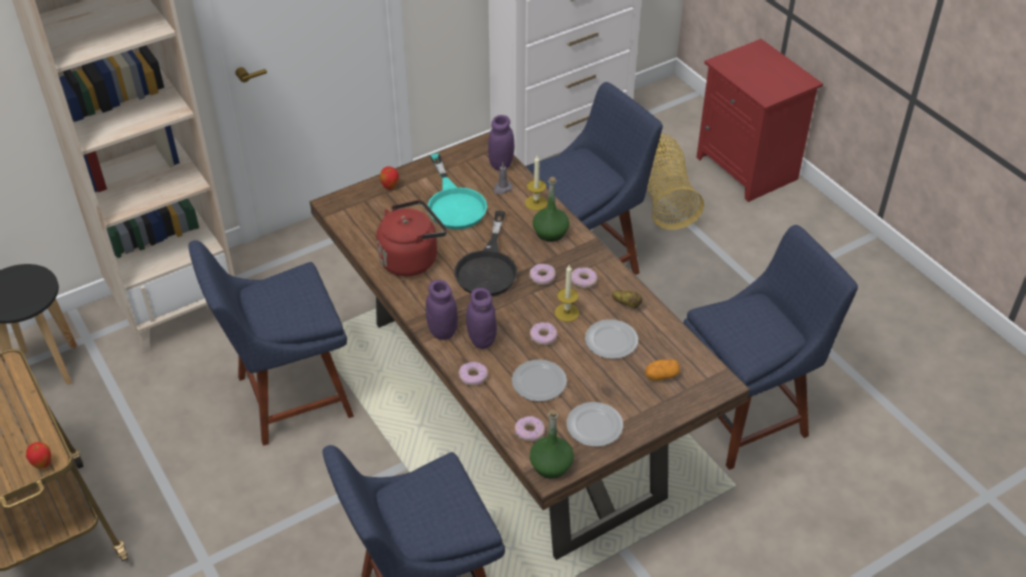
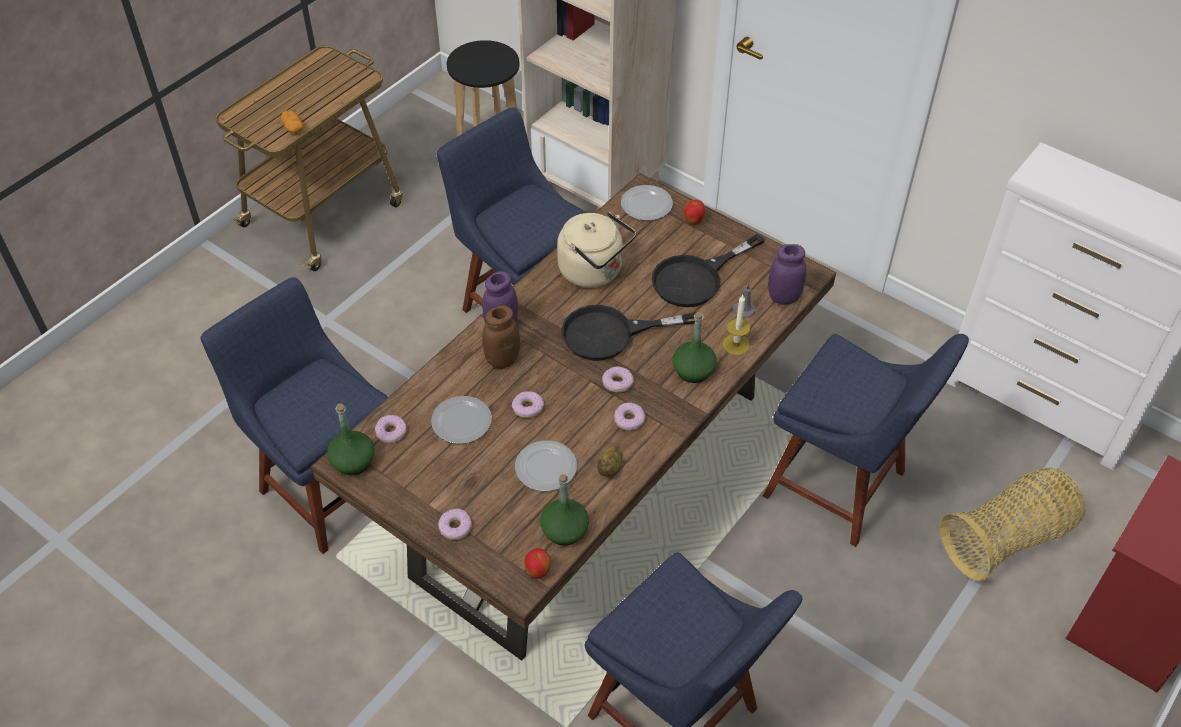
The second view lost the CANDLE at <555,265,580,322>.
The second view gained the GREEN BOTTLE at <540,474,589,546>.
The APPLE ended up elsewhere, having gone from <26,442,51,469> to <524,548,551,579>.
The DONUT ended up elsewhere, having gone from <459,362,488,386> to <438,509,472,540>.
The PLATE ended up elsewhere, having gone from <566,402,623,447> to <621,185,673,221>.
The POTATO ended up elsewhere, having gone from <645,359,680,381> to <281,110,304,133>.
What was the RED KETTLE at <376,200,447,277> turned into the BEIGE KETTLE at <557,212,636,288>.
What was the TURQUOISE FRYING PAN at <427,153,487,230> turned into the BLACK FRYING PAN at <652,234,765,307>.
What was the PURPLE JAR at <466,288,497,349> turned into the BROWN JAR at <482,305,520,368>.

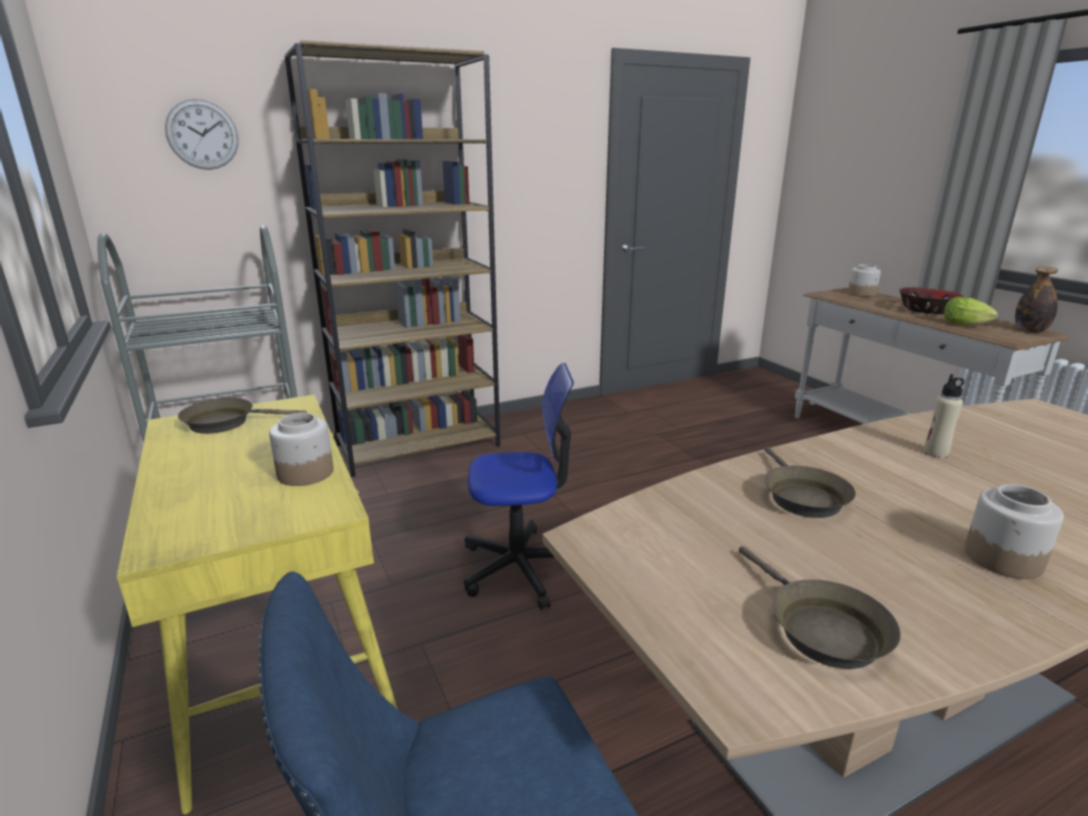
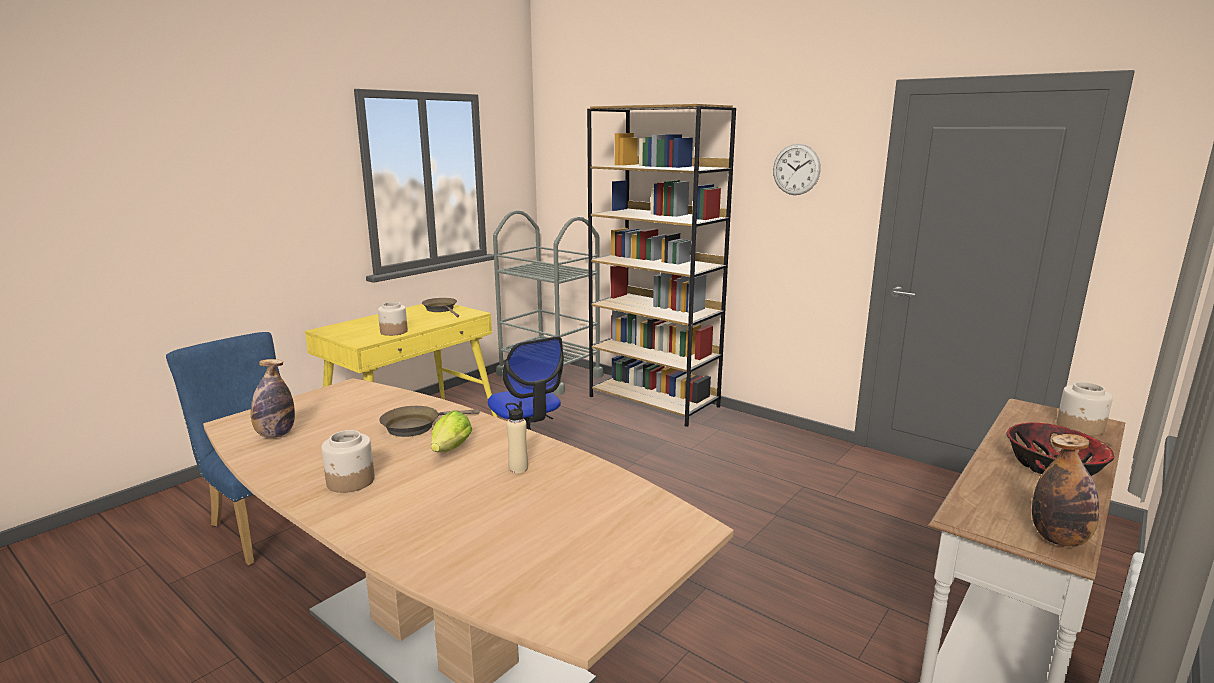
The WALL CLOCK ended up elsewhere, having gone from <165,99,239,170> to <773,144,821,195>.
The LETTUCE ended up elsewhere, having gone from <944,297,998,326> to <431,410,472,452>.
Where the BROWN FRYING PAN stood at <739,546,901,669>, the BOTTLE came to stand at <251,359,295,438>.

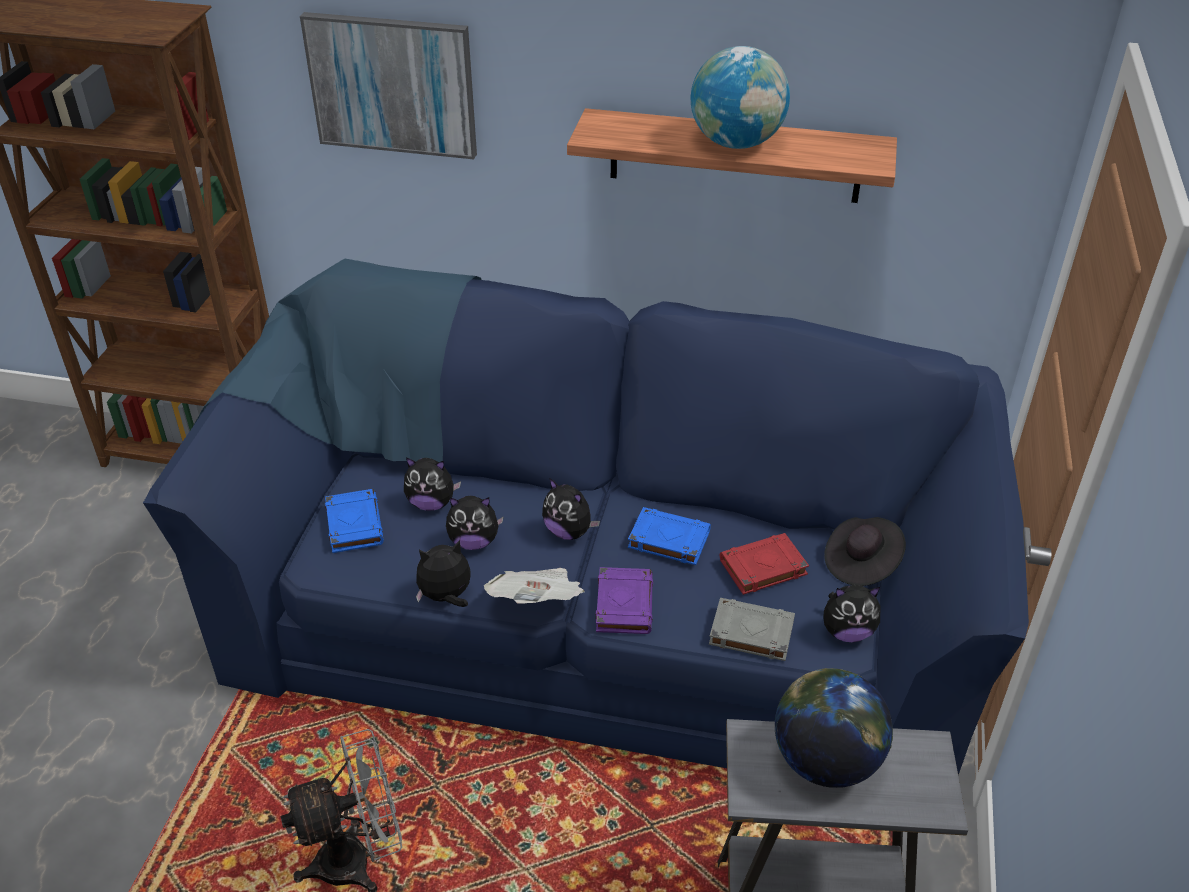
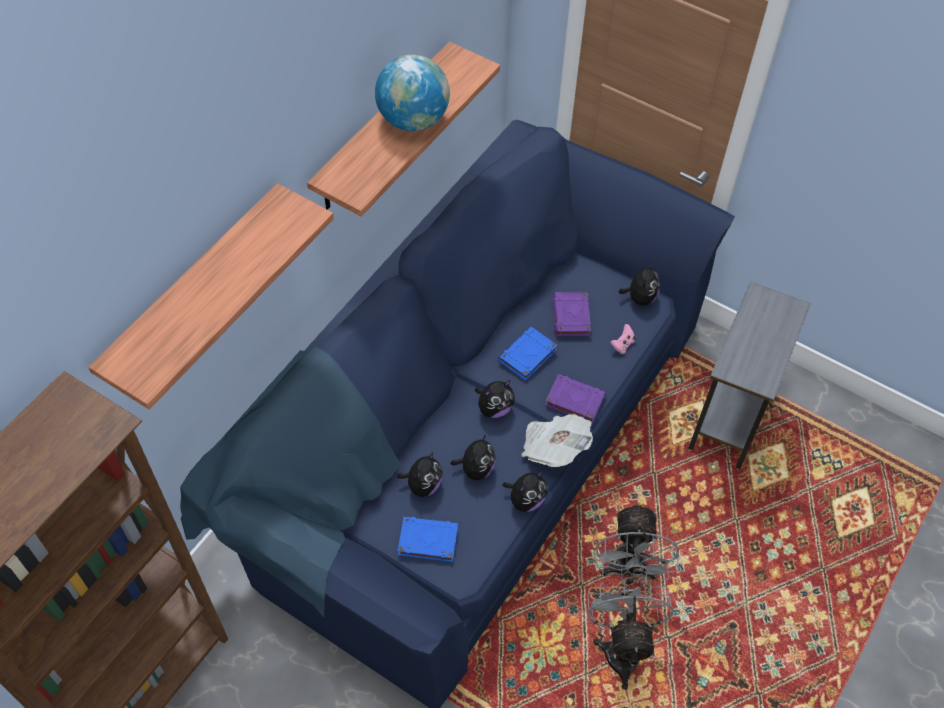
The second view lost the GLOBE at <775,668,893,788>.
The second view lost the BLACK HAT at <824,517,906,586>.
The second view gained the GREY FAN at <596,502,679,585>.
Where the PICTURE hung at <300,12,477,159>, the SHELF came to hang at <88,183,334,410>.
Where the GREY BOOK stood at <709,598,795,661>, the PINK GAME CONTROLLER came to stand at <610,324,636,354>.
What was the RED BOOK at <720,533,809,595> turned into the PURPLE BOOK at <553,292,591,336>.
The PLUSH TOY at <416,540,471,607> ended up facing another way, 135 degrees counterclockwise from before.

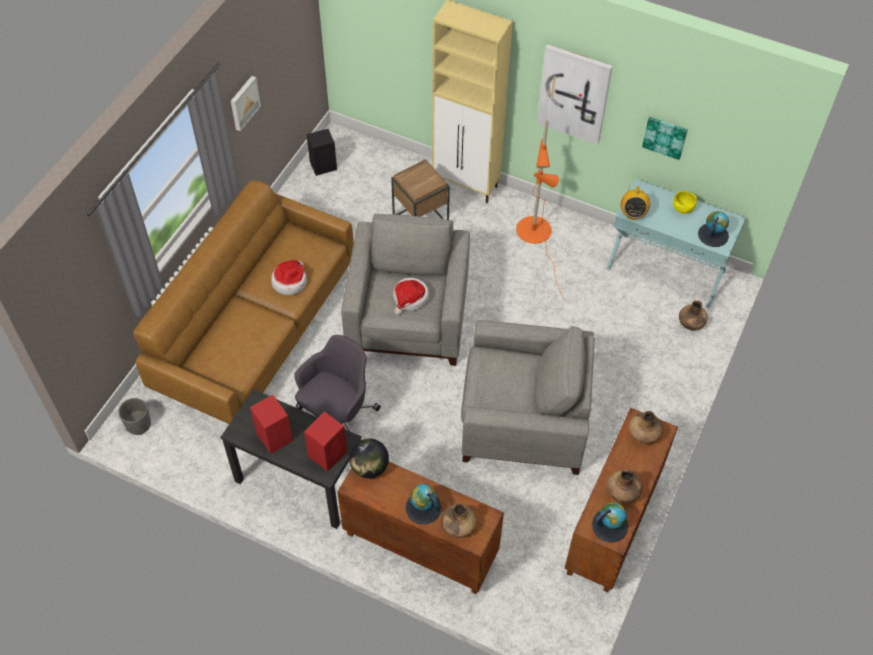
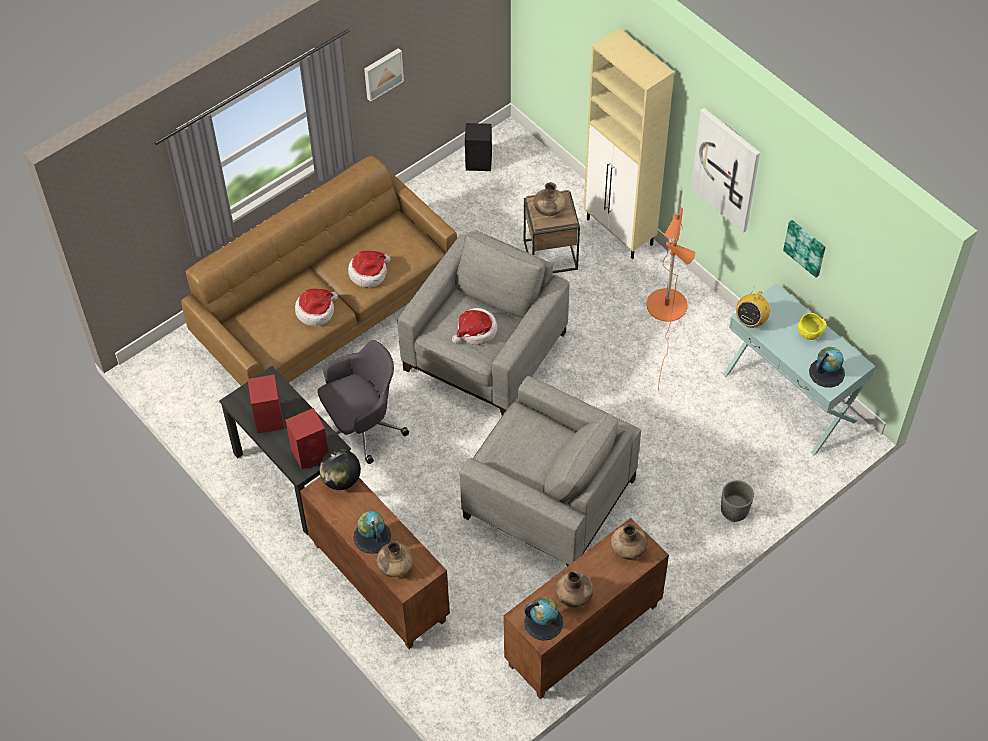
The second view gained the HAT at <295,288,338,326>.
The GREY PLANTER ended up elsewhere, having gone from <118,398,151,435> to <721,480,754,522>.
The BROWN VASE ended up elsewhere, having gone from <679,300,708,330> to <534,182,565,216>.

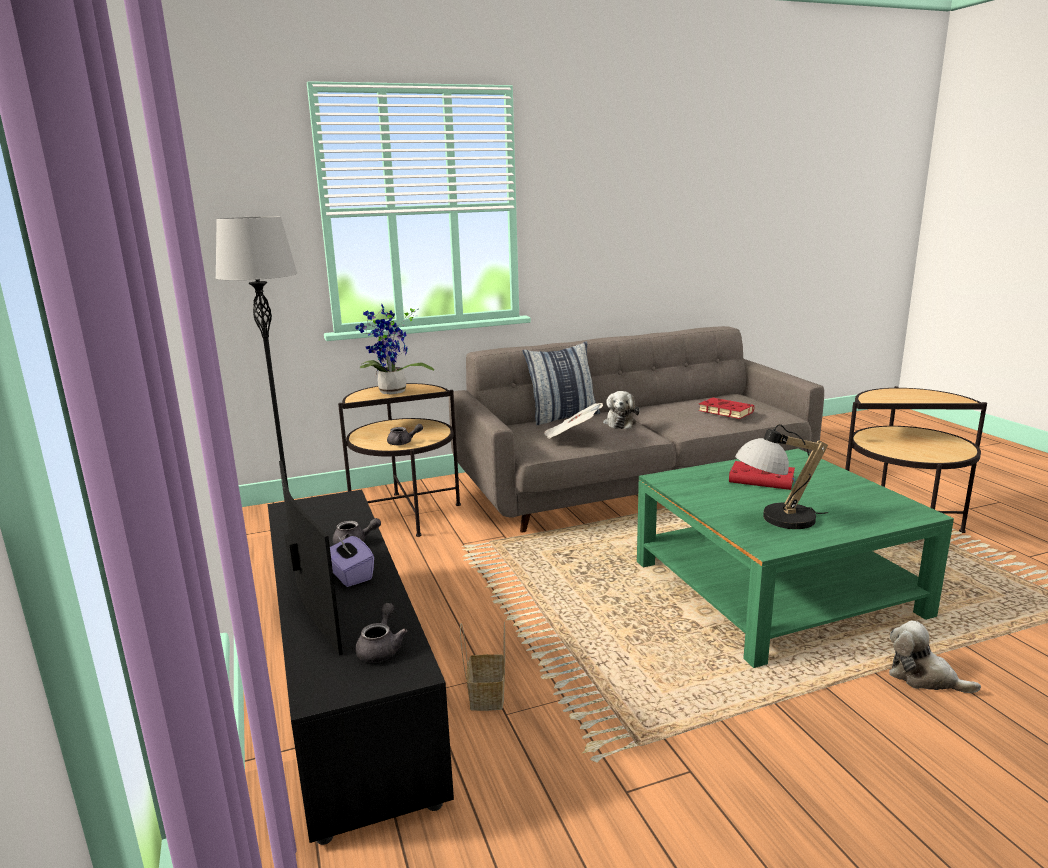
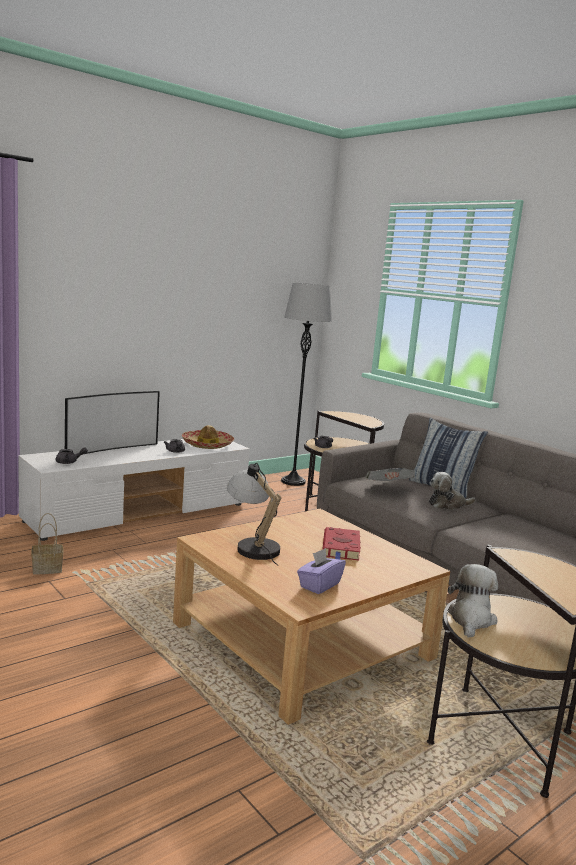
The second view lost the POTTED PLANT at <355,304,434,395>.
The second view lost the RED BOOK at <698,398,754,419>.
The second view gained the HAT at <181,425,234,449>.
The PURPLE TISSUE BOX ended up elsewhere, having gone from <330,536,374,587> to <297,548,346,594>.
The BASKET ended up elsewhere, having gone from <460,622,505,711> to <31,513,63,575>.
The PLUSH TOY ended up elsewhere, having gone from <889,621,981,693> to <448,564,498,638>.
What was the BLACK TV STAND at <268,490,454,845> turned into the WHITE TV STAND at <18,439,250,541>.
What was the GREEN COFFEE TABLE at <637,449,954,668> turned into the BEIGE COFFEE TABLE at <173,509,450,725>.

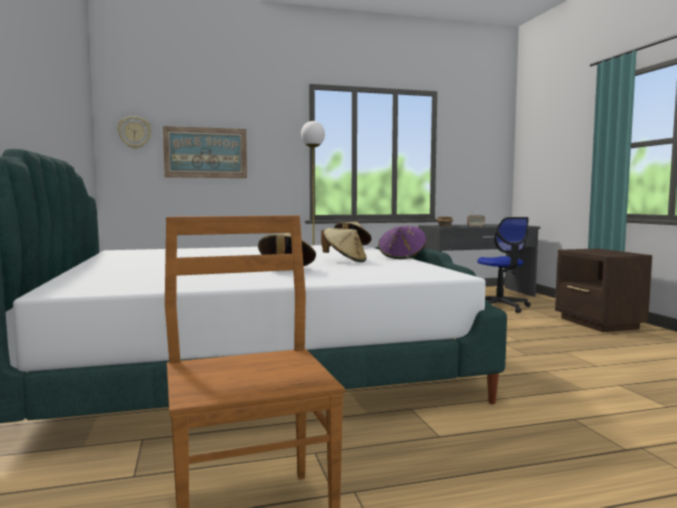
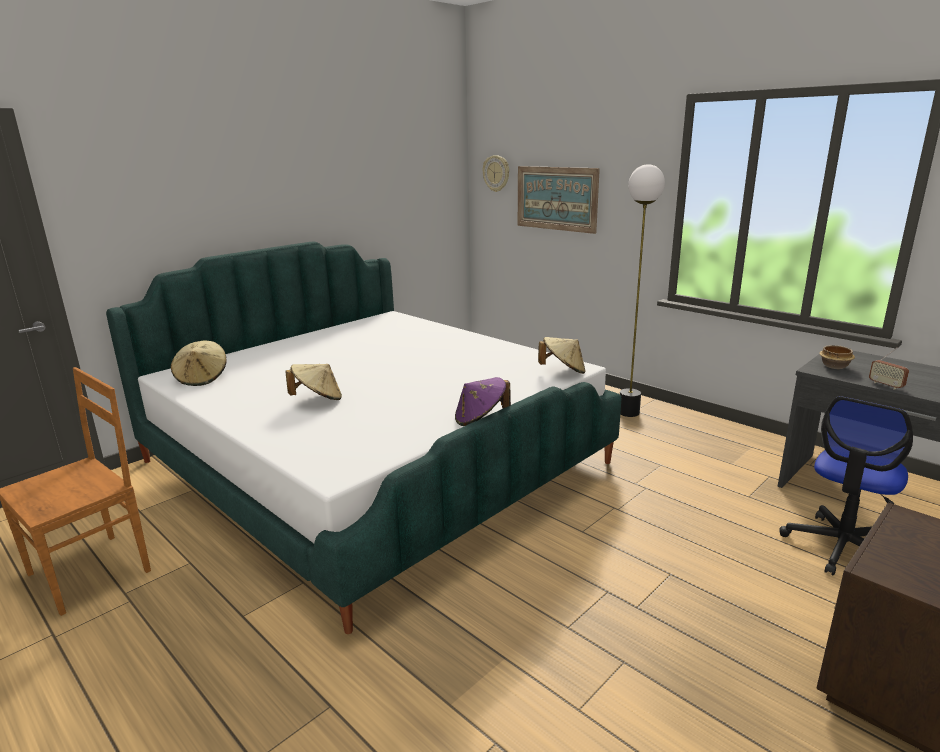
The BEIGE HAT ended up elsewhere, having gone from <321,228,367,262> to <171,341,226,386>.

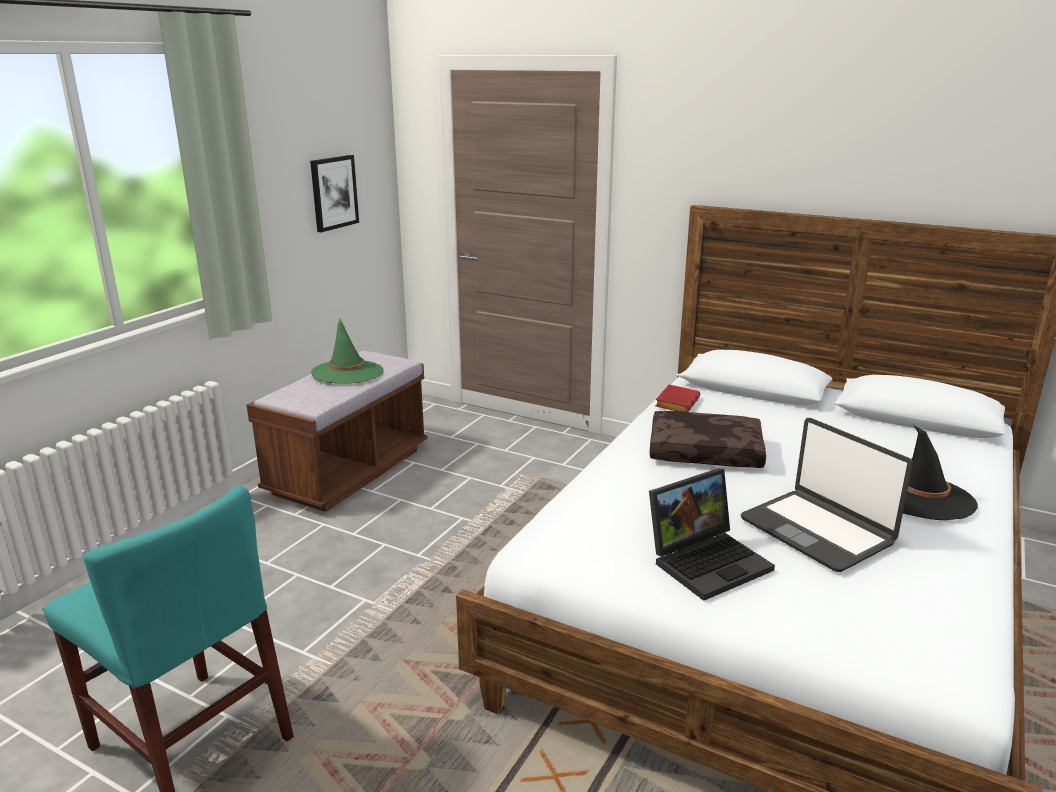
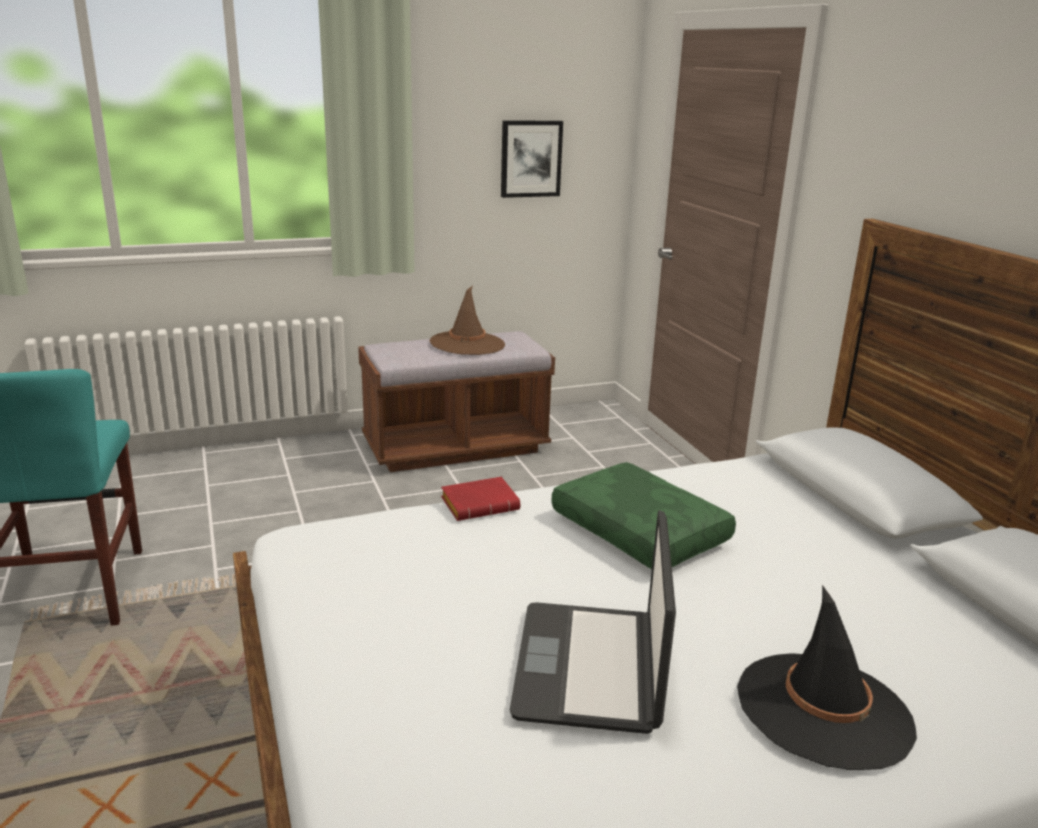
The second view lost the LAPTOP at <649,468,775,601>.
The RED BOOK ended up elsewhere, having gone from <655,384,700,412> to <441,477,520,521>.
What was the GREEN HAT at <311,318,384,384> turned into the BROWN HAT at <430,286,505,355>.
What was the BROWN PILLOW at <650,411,766,468> turned into the GREEN PILLOW at <551,462,736,569>.

